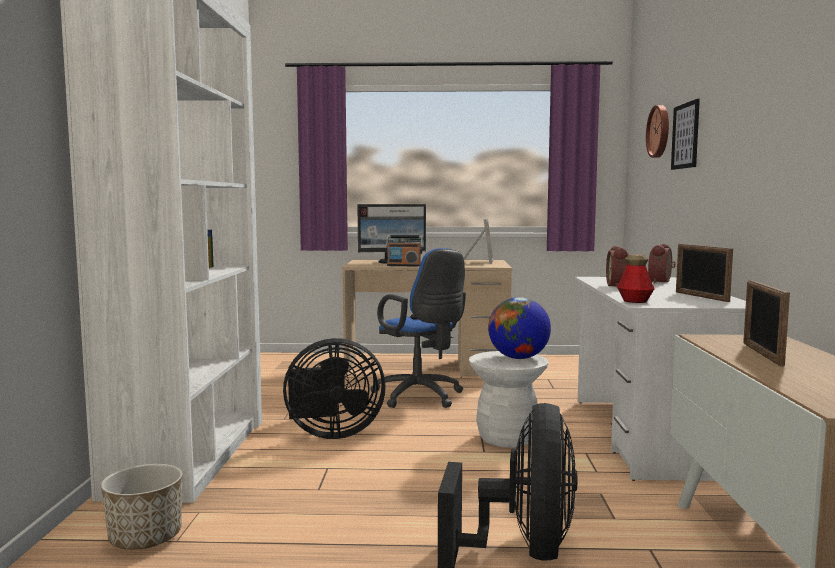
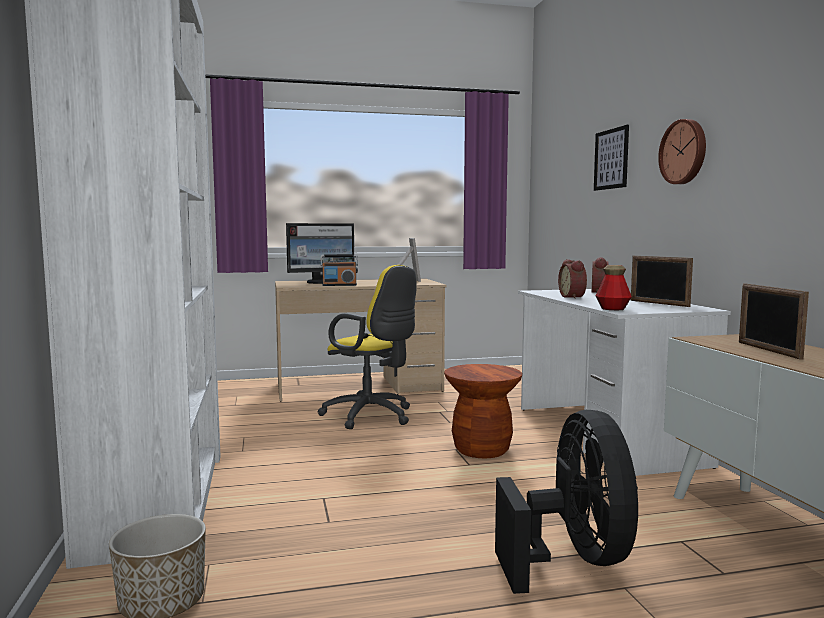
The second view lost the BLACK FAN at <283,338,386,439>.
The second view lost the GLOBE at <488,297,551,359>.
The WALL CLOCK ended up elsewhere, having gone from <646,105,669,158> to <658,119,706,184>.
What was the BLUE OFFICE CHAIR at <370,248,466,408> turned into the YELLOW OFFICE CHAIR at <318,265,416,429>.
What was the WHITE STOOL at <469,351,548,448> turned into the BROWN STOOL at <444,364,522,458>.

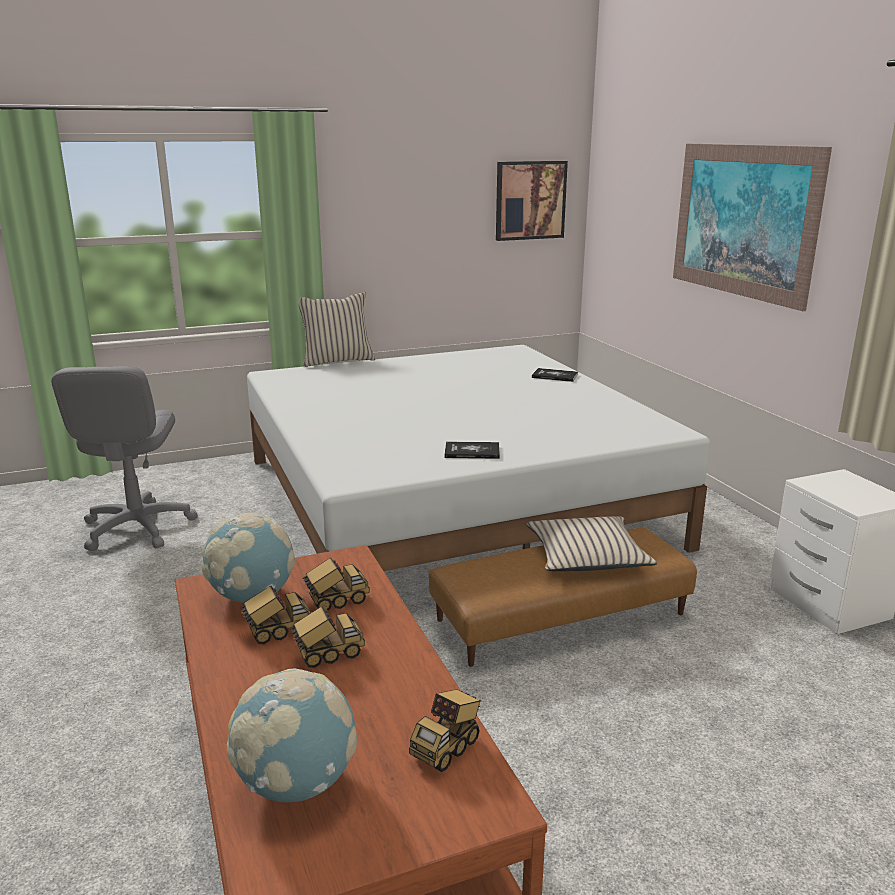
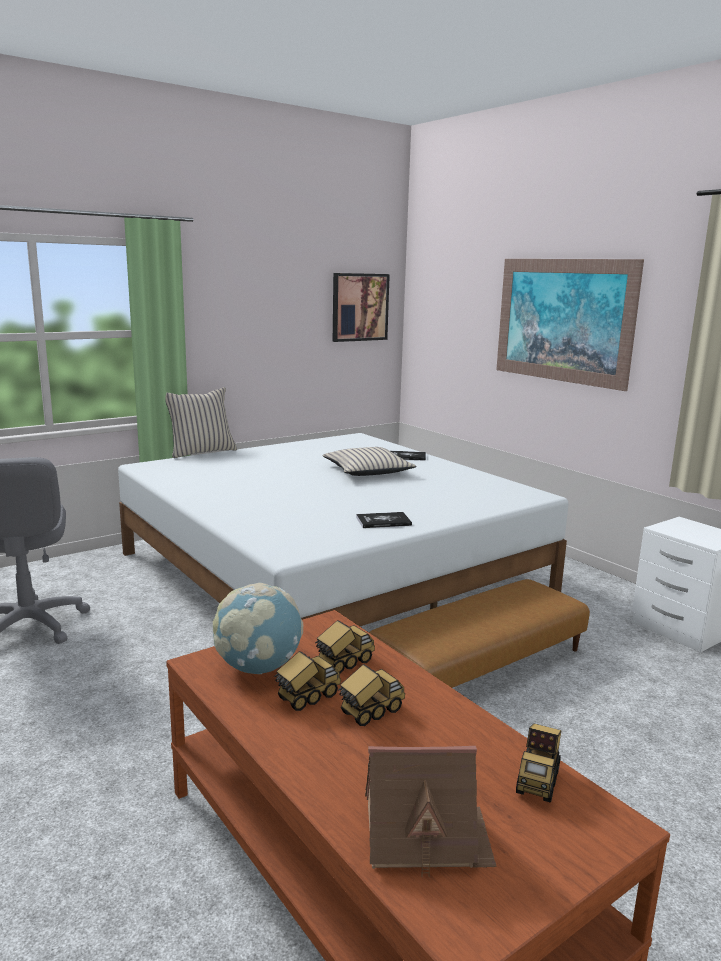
The BEIGE PILLOW ended up elsewhere, having gone from <526,516,657,571> to <323,447,416,476>.
Where the GLOBE stood at <227,669,357,802>, the TOY HOUSE came to stand at <365,746,497,876>.

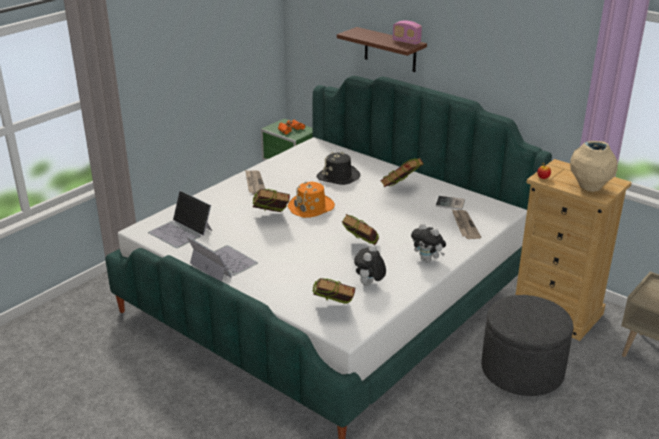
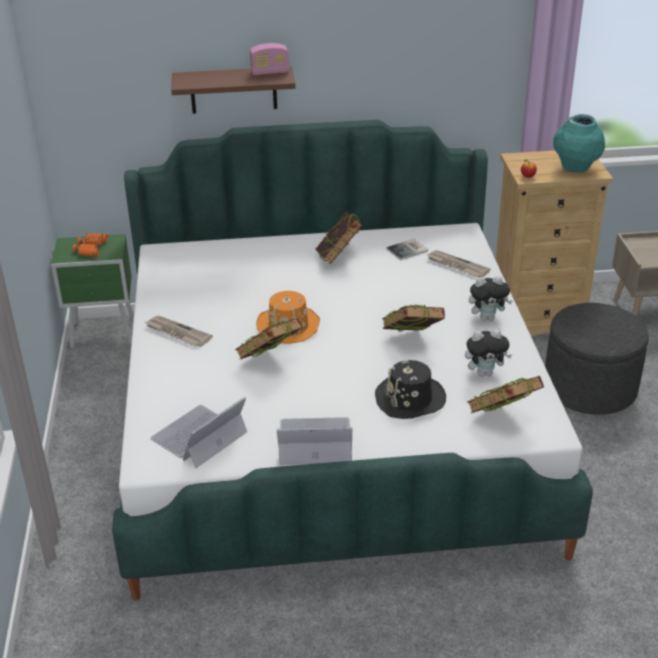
The BLACK HAT ended up elsewhere, having gone from <317,152,360,185> to <375,360,446,419>.
What was the BEIGE VASE at <570,141,618,192> turned into the TURQUOISE VASE at <553,114,605,173>.
The LAPTOP at <148,190,212,248> ended up facing another way, 135 degrees clockwise from before.
The PLUSH TOY at <354,245,386,286> ended up facing another way, 75 degrees counterclockwise from before.

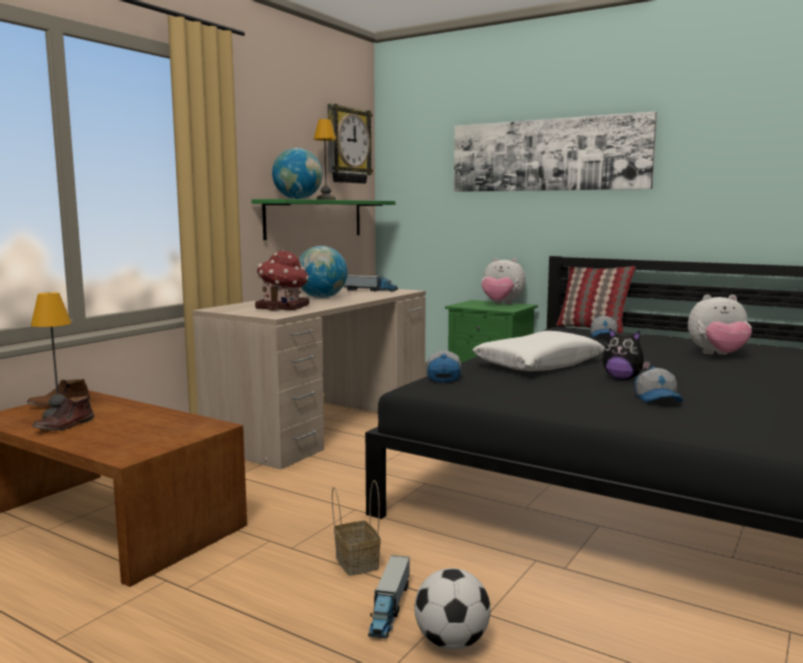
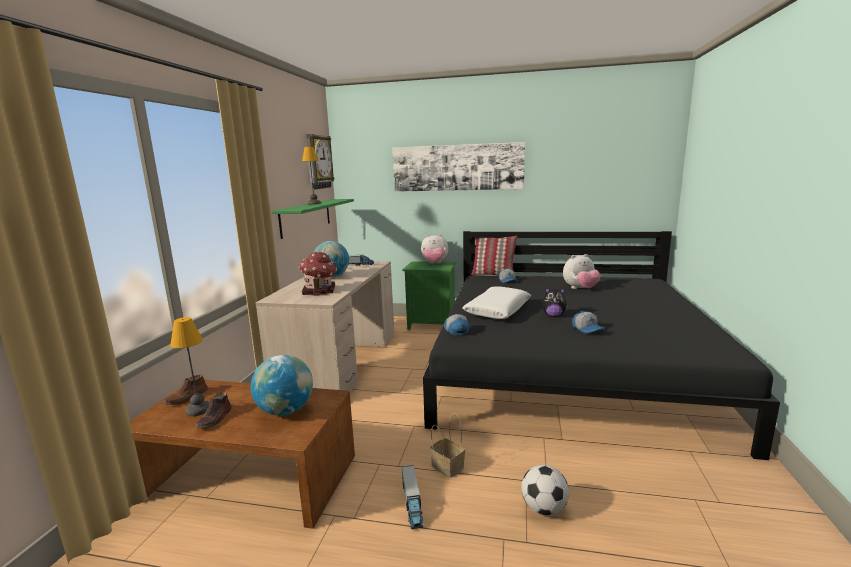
The GLOBE ended up elsewhere, having gone from <272,148,323,199> to <251,355,313,416>.
The TOY TRUCK ended up elsewhere, having gone from <368,555,410,639> to <402,465,423,529>.

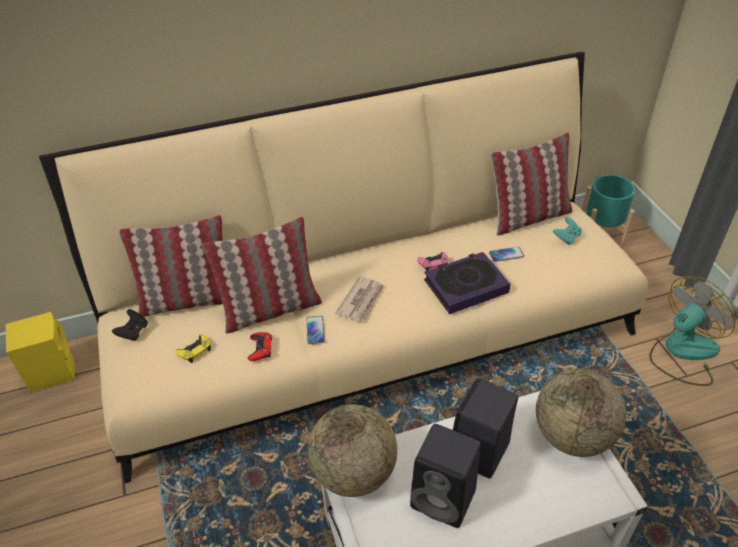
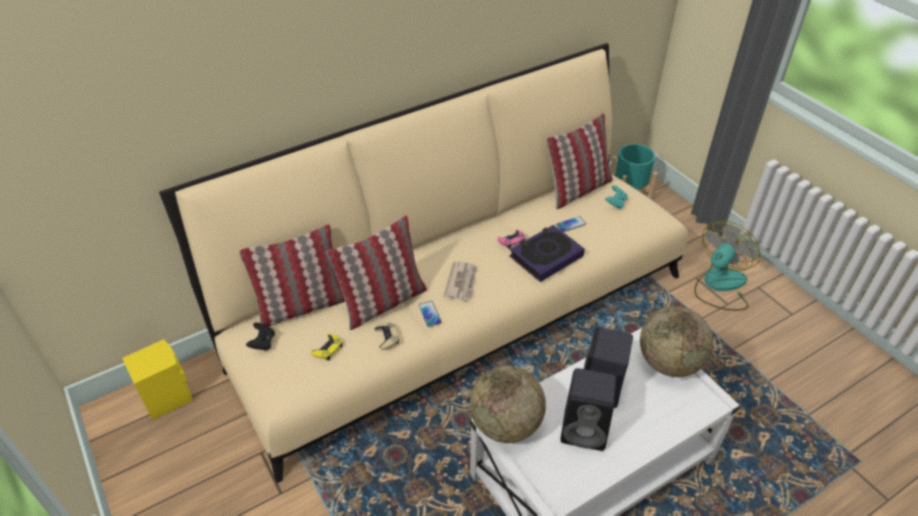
What was the RED GAME CONTROLLER at <248,332,272,361> turned into the BEIGE GAME CONTROLLER at <375,323,399,350>.

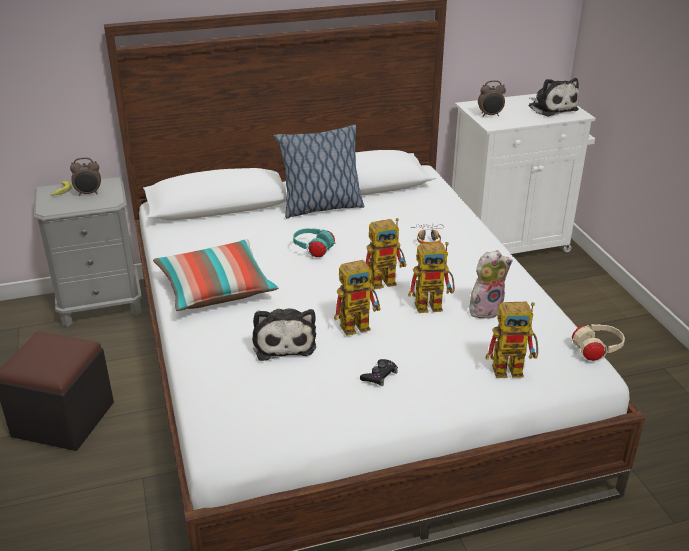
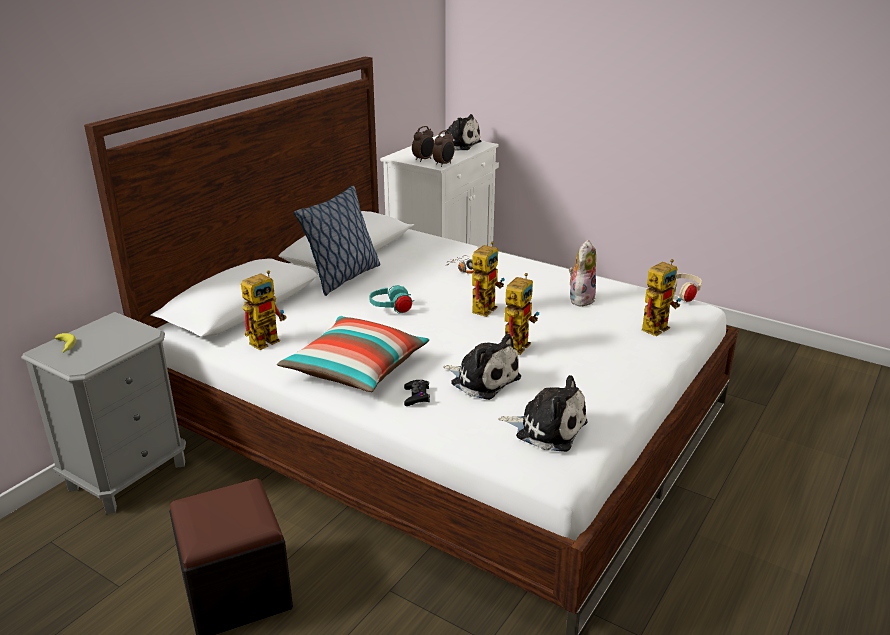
The second view gained the PLUSH TOY at <498,375,587,452>.
The ALARM CLOCK ended up elsewhere, having gone from <70,157,101,196> to <433,130,455,167>.
The BLACK GAME CONTROLLER ended up elsewhere, having gone from <360,359,398,386> to <404,380,430,406>.
The TOY ROBOT ended up elsewhere, having gone from <408,242,455,313> to <241,270,287,350>.

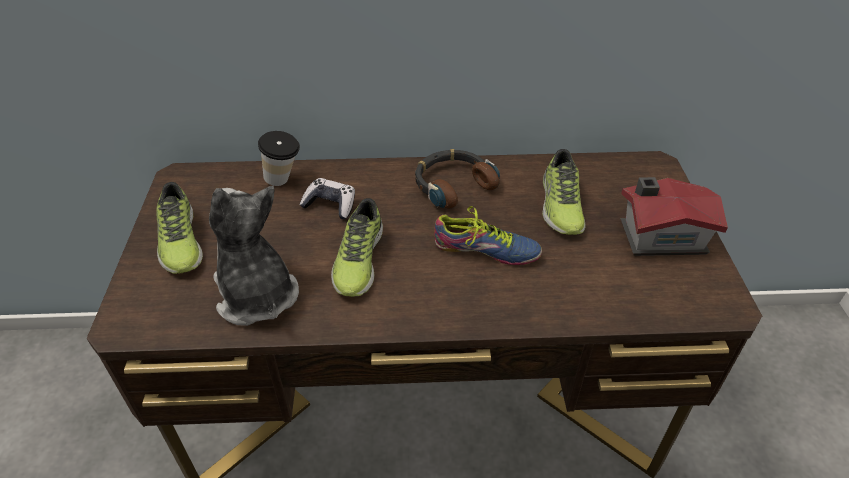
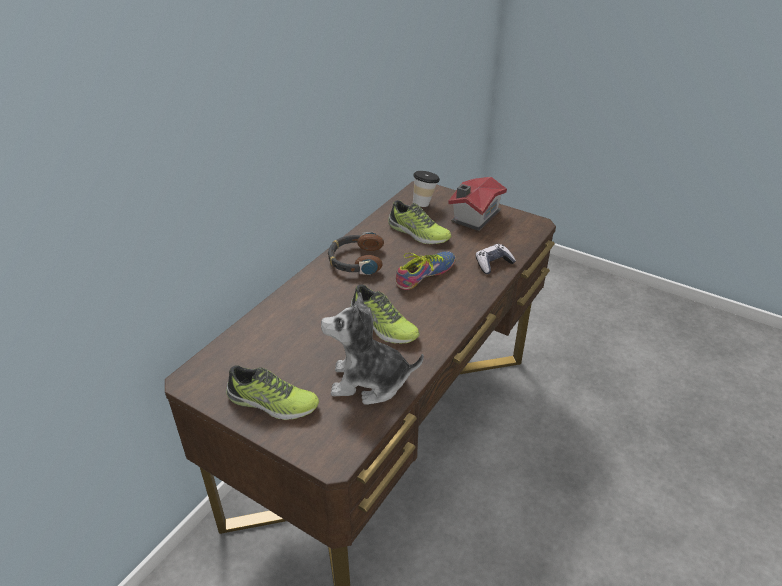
The CUP ended up elsewhere, having gone from <258,131,300,186> to <413,171,440,207>.
The GAME CONTROLLER ended up elsewhere, having gone from <300,178,355,219> to <475,244,516,274>.

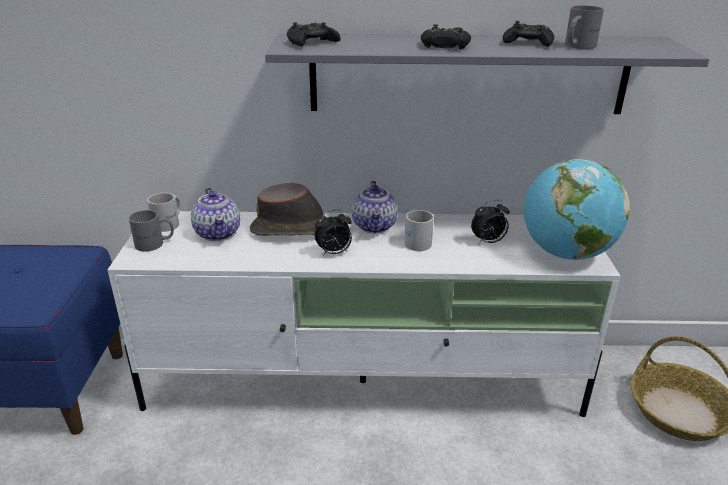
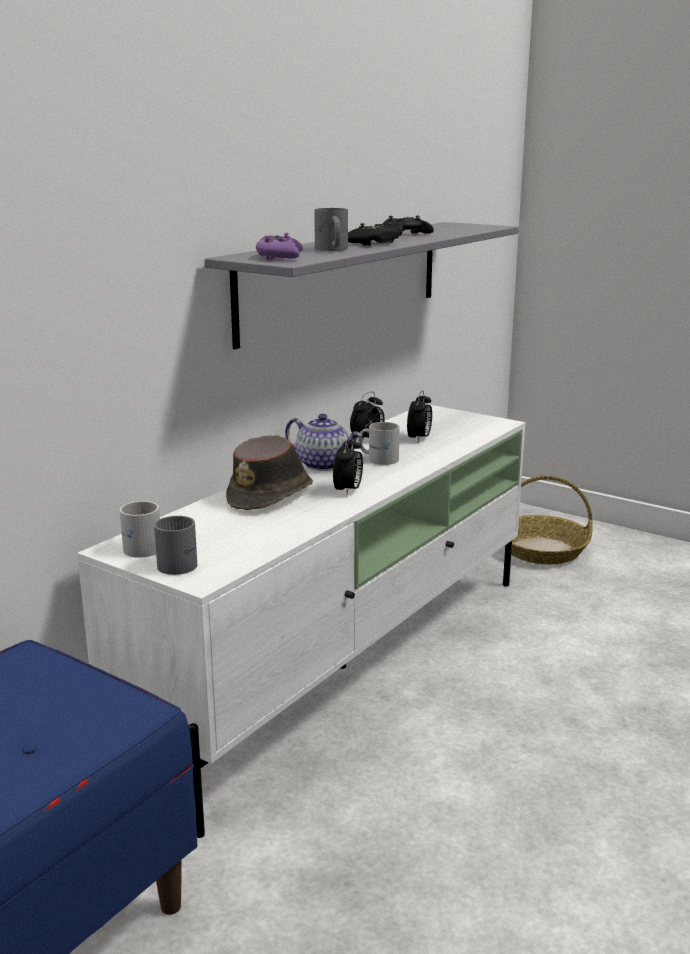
The second view lost the TEAPOT at <191,188,240,241>.
The second view lost the GLOBE at <524,159,630,260>.
The second view gained the ALARM CLOCK at <350,392,385,442>.
The GREY MUG ended up elsewhere, having gone from <565,5,604,49> to <314,208,348,251>.
What was the BLACK GAME CONTROLLER at <287,22,341,47> turned into the PURPLE GAME CONTROLLER at <256,233,303,260>.

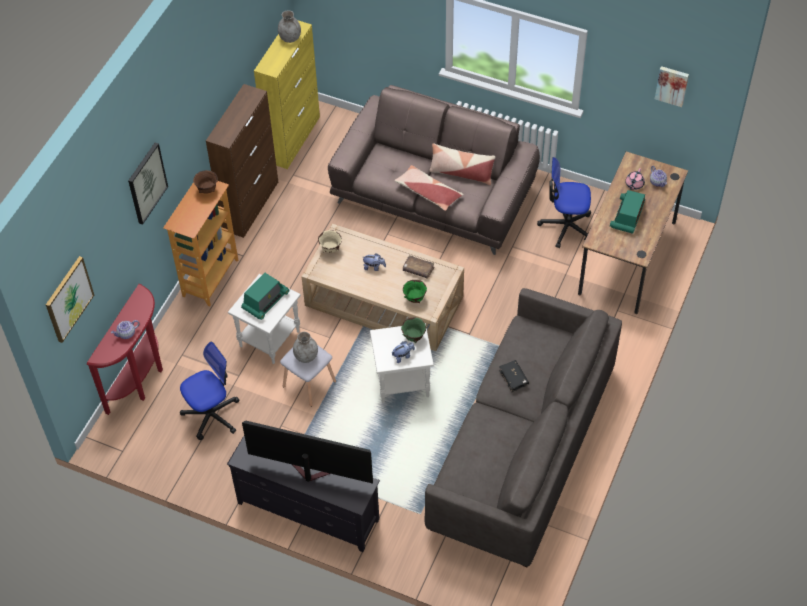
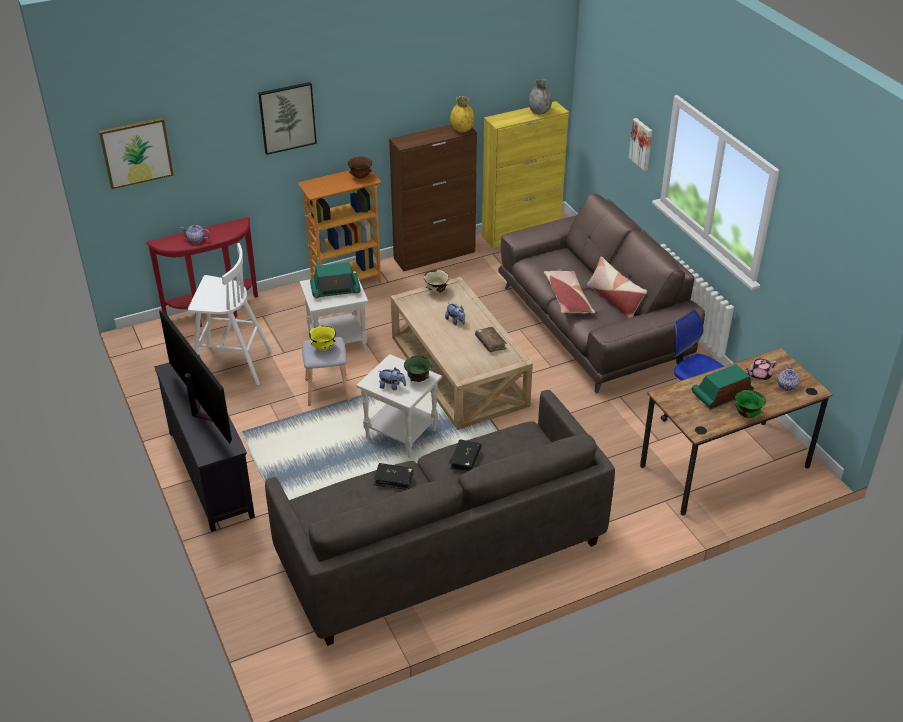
The second view gained the BLACK BOOK at <374,463,413,490>.
The second view gained the YELLOW VASE at <450,96,474,132>.
The GREEN BOWL ended up elsewhere, having gone from <403,280,427,303> to <735,390,766,418>.
The PICTURE ended up elsewhere, having gone from <655,66,689,107> to <628,118,652,171>.
Where the OFFICE CHAIR stood at <180,342,239,440>, the WHITE STOOL came to stand at <188,243,272,385>.
Where the GREY VASE stood at <293,332,318,363>, the YELLOW BOWL came to stand at <309,326,336,350>.

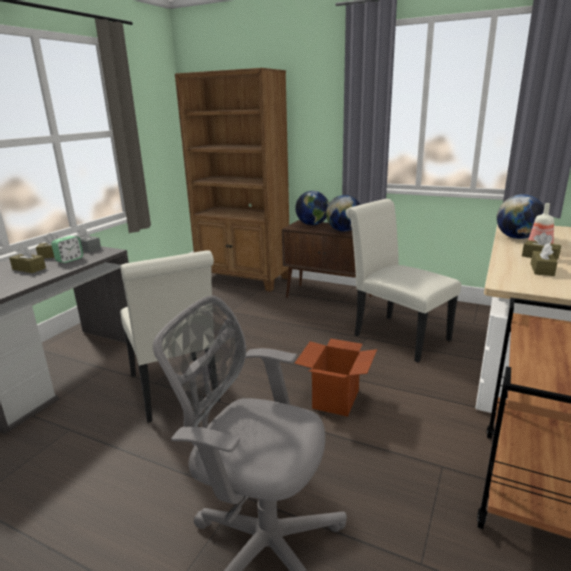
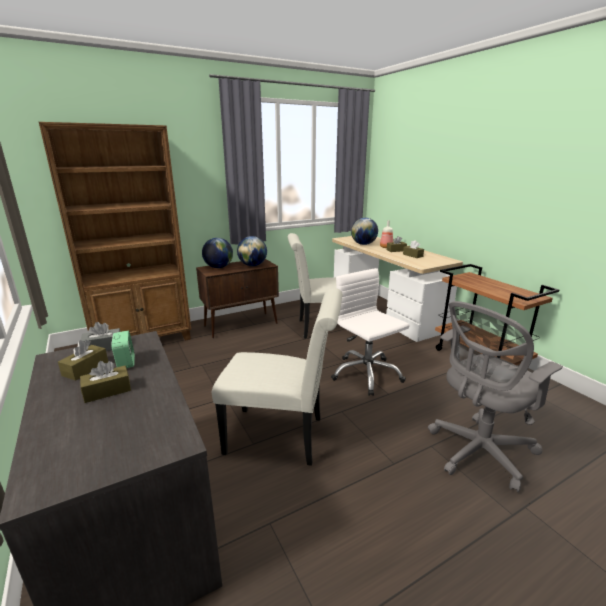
Where the CARDBOARD BOX stood at <295,339,377,417>, the WHITE OFFICE CHAIR came to stand at <331,268,410,396>.

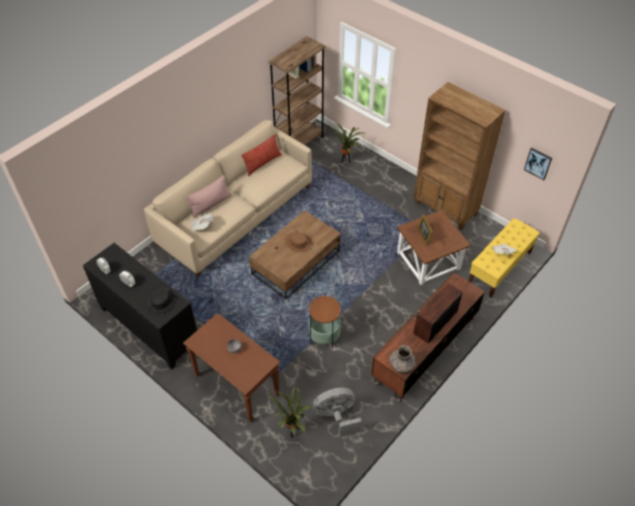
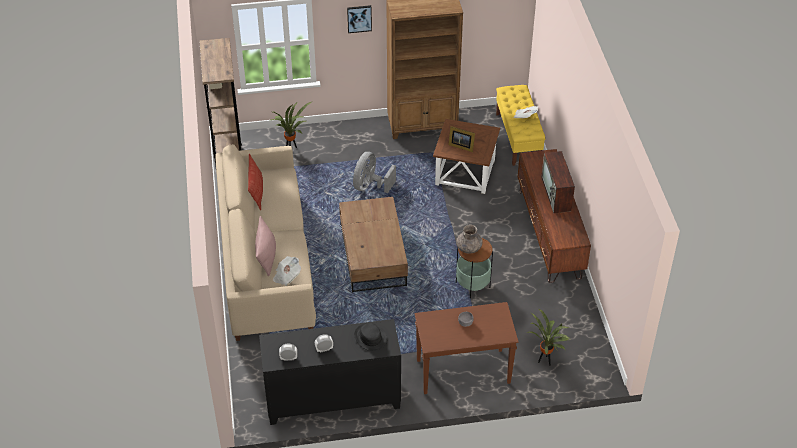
The second view lost the BROWN HAT at <285,232,312,252>.
The GREY FAN ended up elsewhere, having gone from <313,388,361,437> to <353,152,396,193>.
The GREY VASE ended up elsewhere, having gone from <390,345,416,373> to <456,224,483,253>.
The PICTURE ended up elsewhere, having gone from <524,148,552,180> to <347,5,372,33>.

